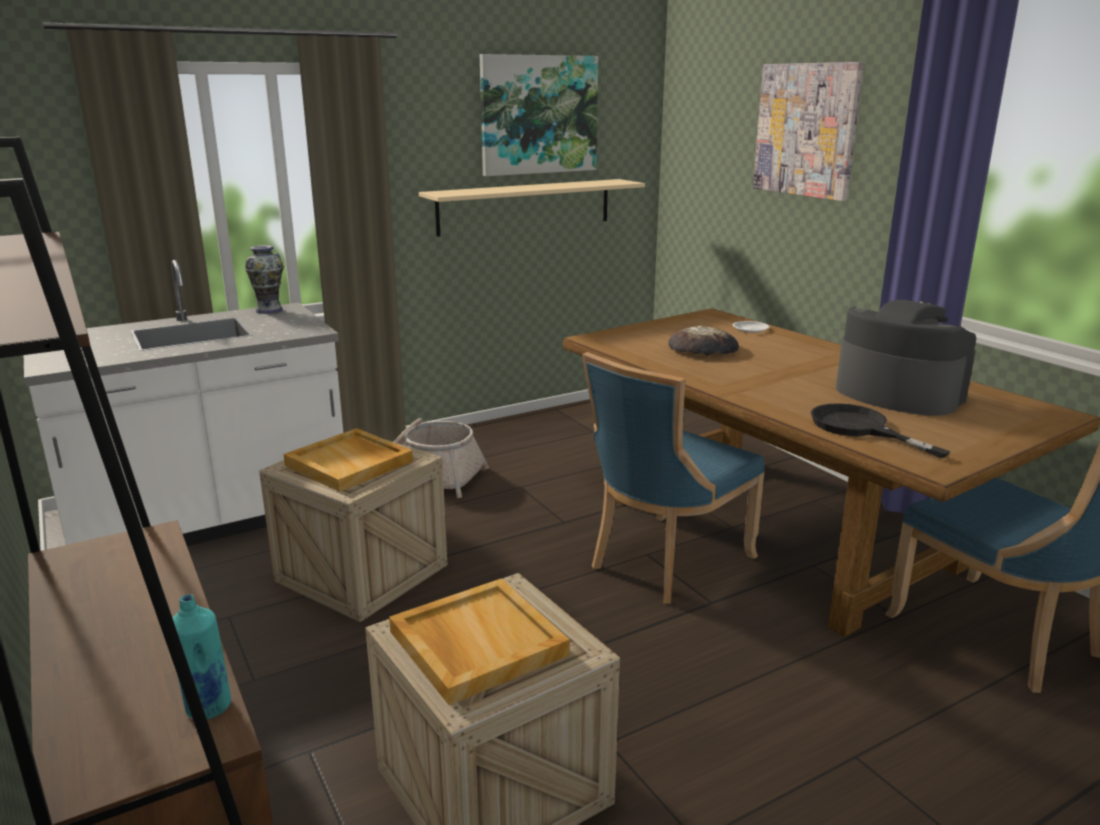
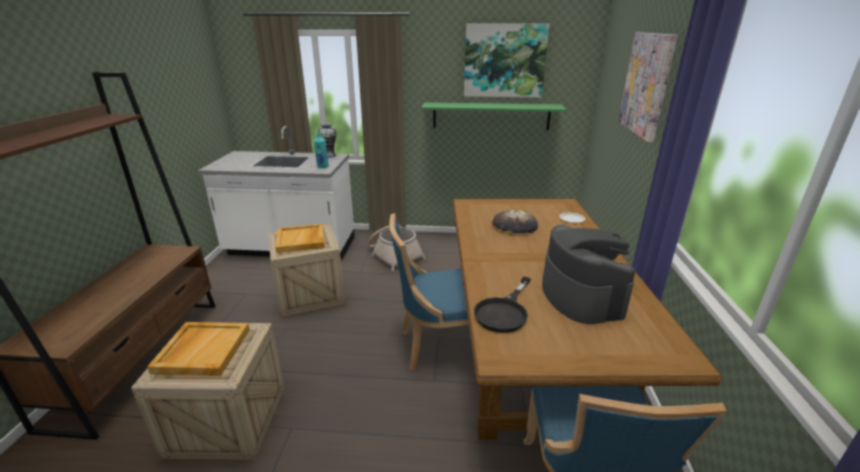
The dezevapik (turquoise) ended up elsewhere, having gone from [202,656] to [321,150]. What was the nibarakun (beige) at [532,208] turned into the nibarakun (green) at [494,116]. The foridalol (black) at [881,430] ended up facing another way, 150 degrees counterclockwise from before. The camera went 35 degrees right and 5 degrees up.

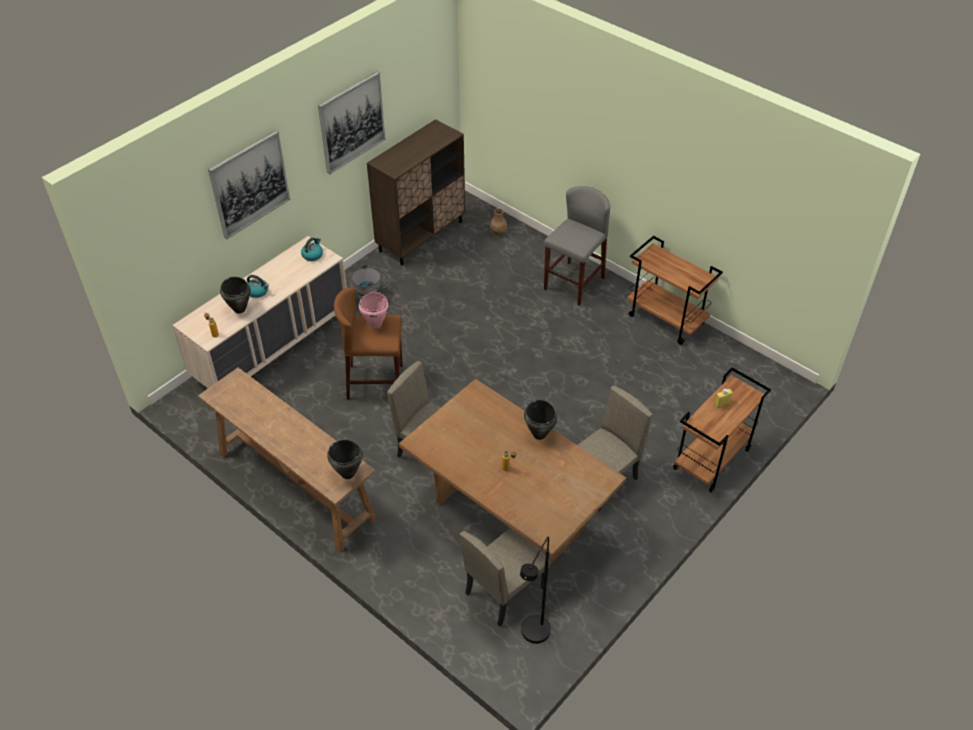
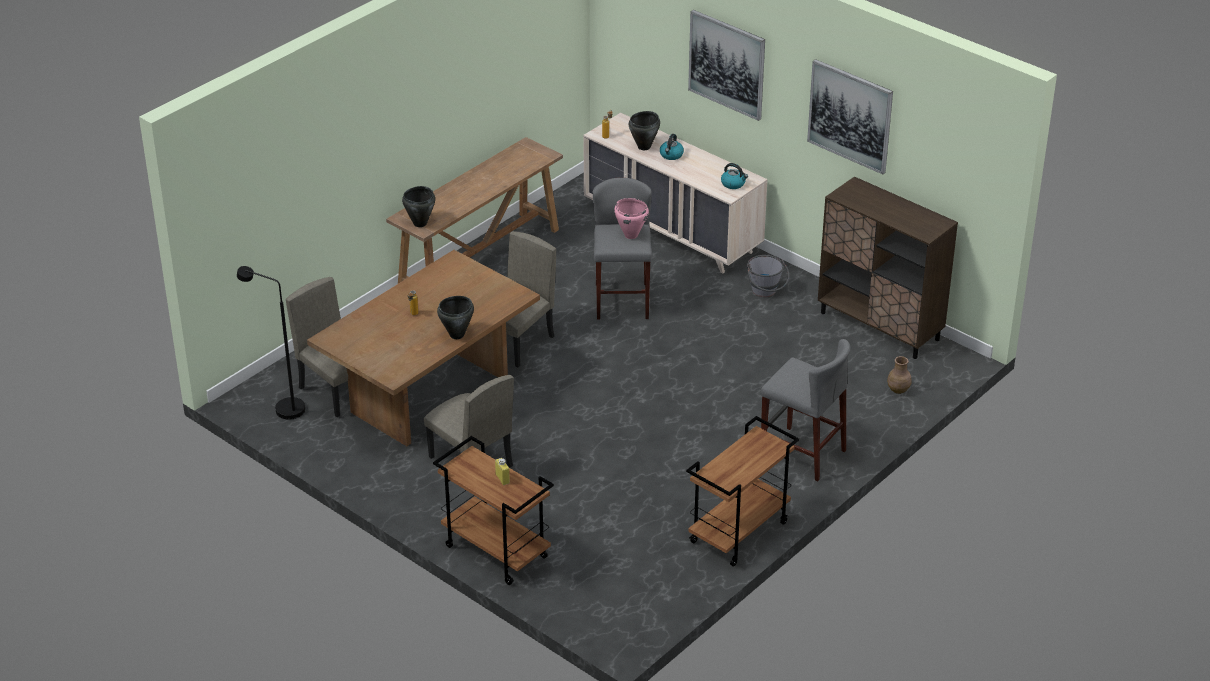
What was the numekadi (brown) at [368,343] turned into the numekadi (grey) at [622,249]. The camera went 90 degrees right and 10 degrees down.

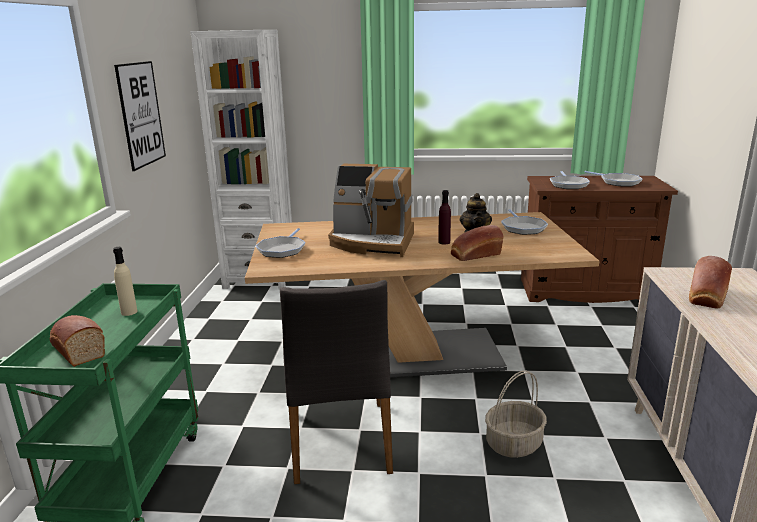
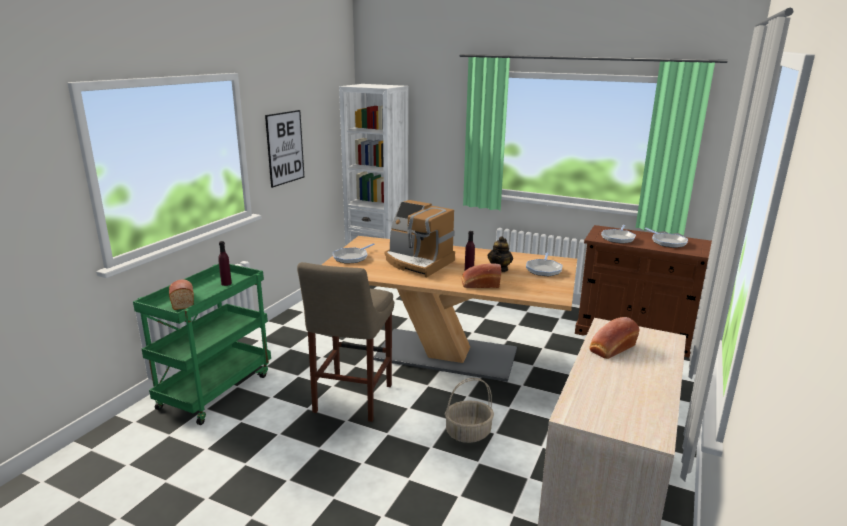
What was the dezevapik (beige) at [125,281] turned into the dezevapik (purple) at [225,263]. Where the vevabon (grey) stood at [336,382], the numekadi (beige) came to stand at [345,342]. The camera went 20 degrees right and 0 degrees up.

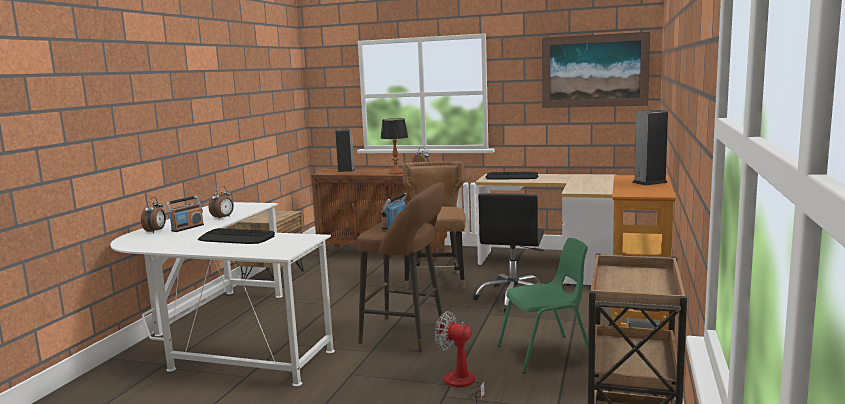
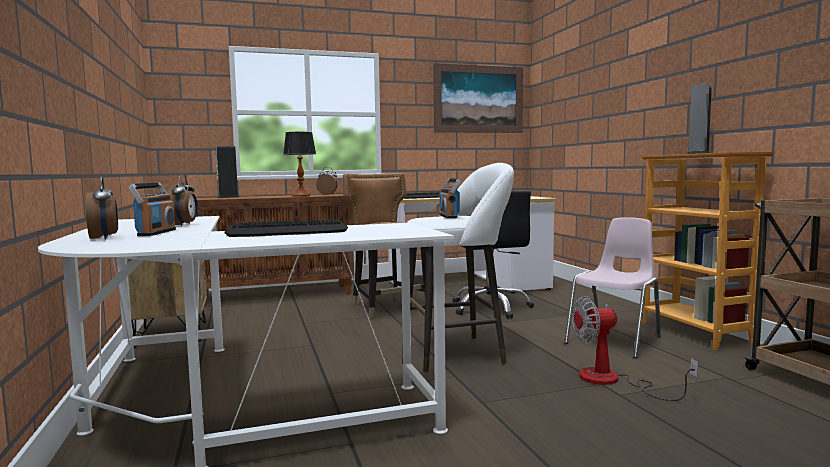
What was the numekadi (brown) at [401,266] turned into the numekadi (white) at [460,267]. What was the vevabon (green) at [543,305] turned into the vevabon (pink) at [612,287]. The camera went 35 degrees left and 5 degrees down.

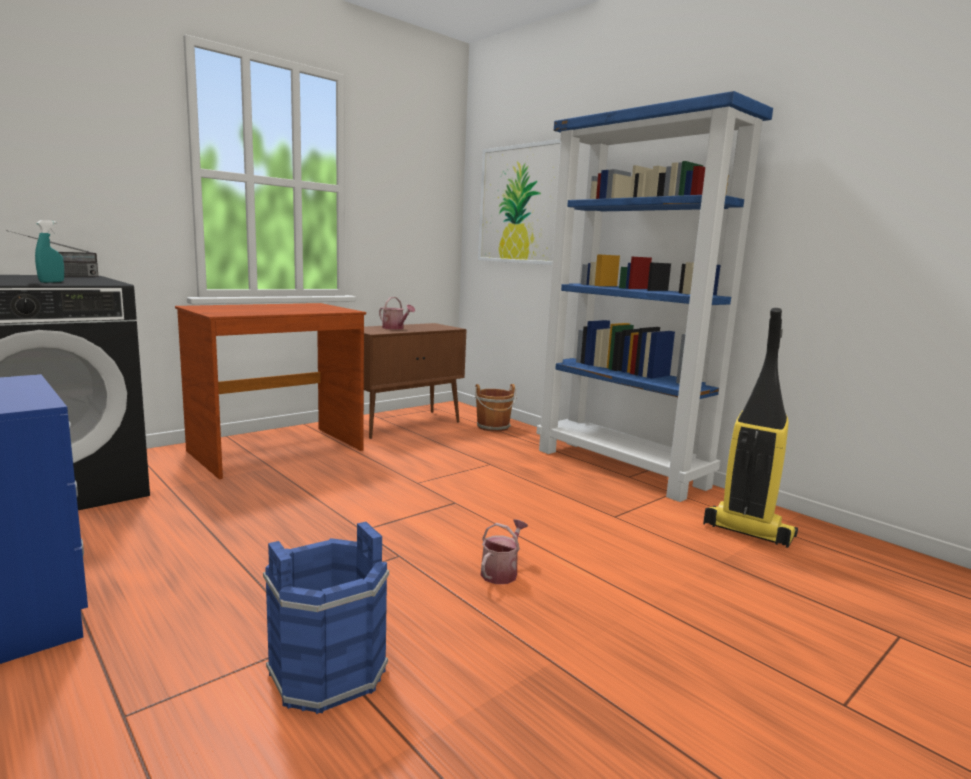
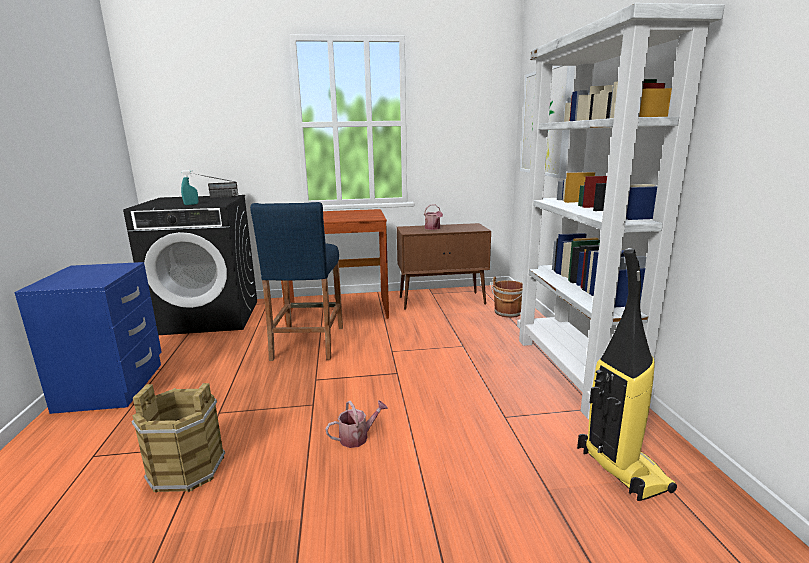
What was the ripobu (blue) at [326,618] turned into the ripobu (brown) at [178,438]. The second view gained the numekadi (blue) at [296,281]. What was the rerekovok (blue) at [654,296] turned into the rerekovok (white) at [621,211]. The camera went 35 degrees right and 5 degrees up.

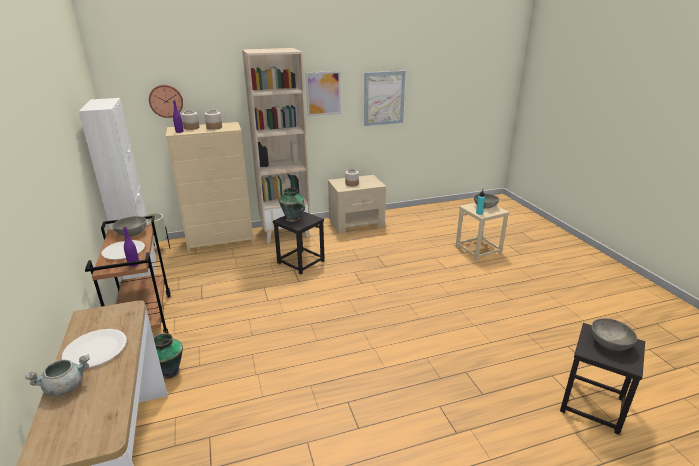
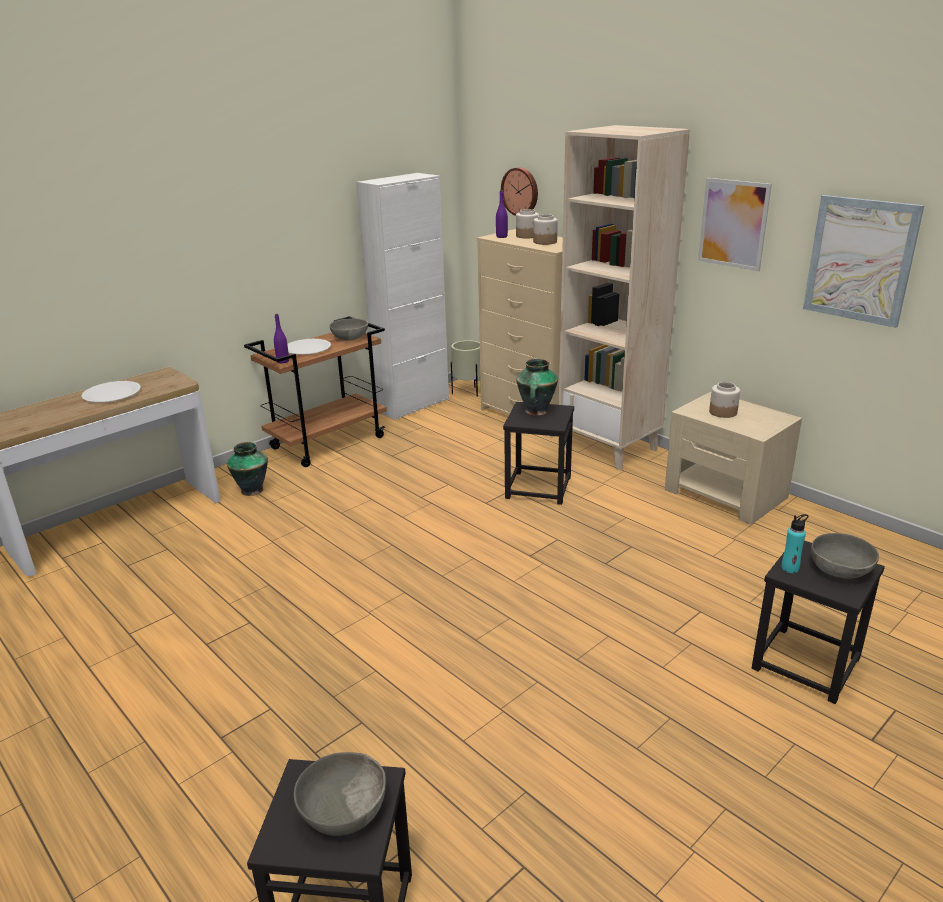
What was the numekadi (beige) at [483,232] turned into the numekadi (black) at [818,622]. The second view lost the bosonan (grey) at [57,375]. The camera went 65 degrees right and 0 degrees up.

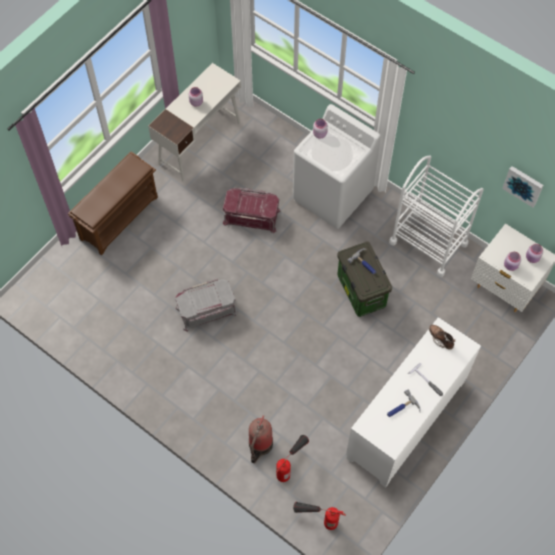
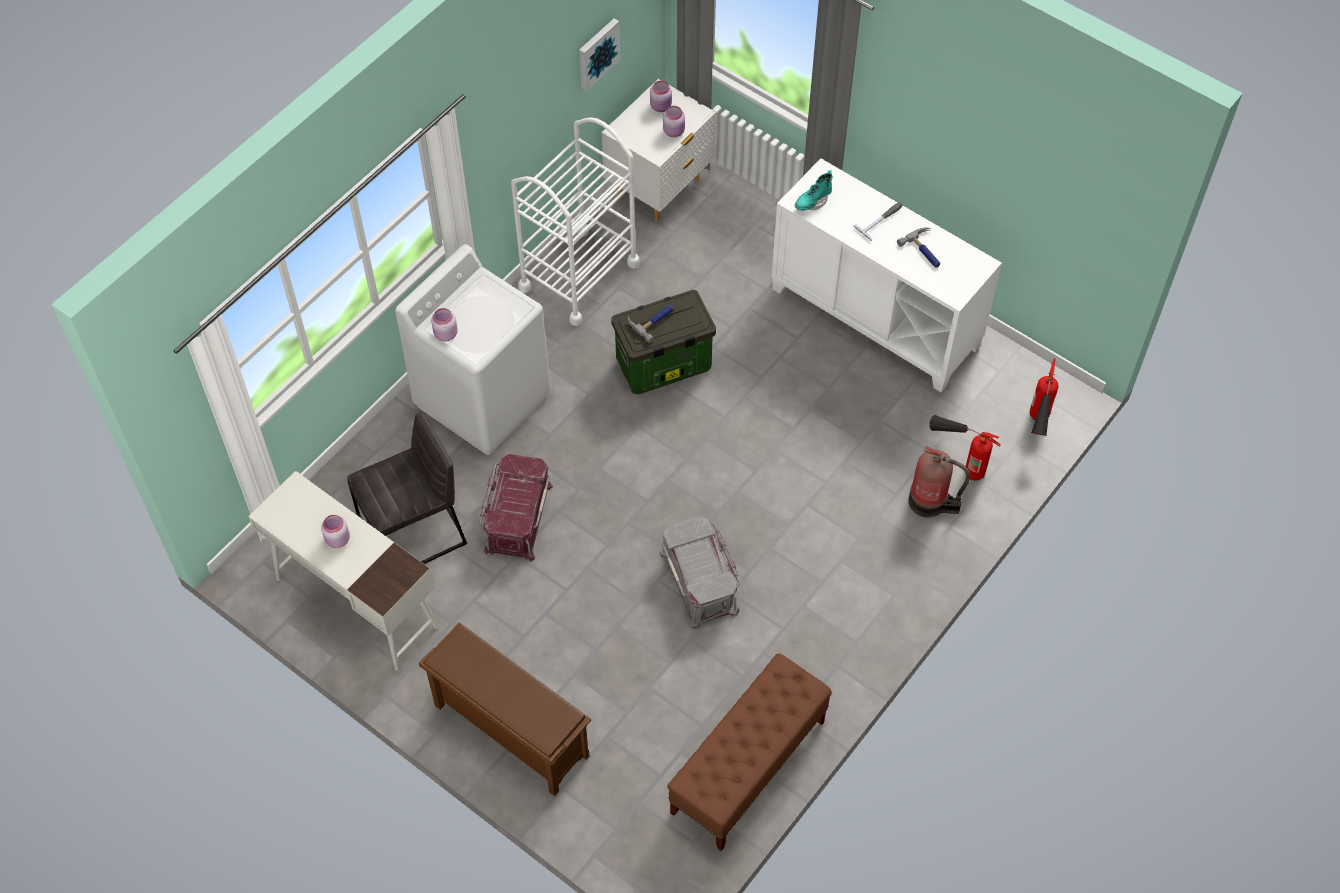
The second view gained the numekadi (grey) at [407,488]. The second view gained the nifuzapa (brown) at [749,752]. What was the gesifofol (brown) at [442,337] turned into the gesifofol (turquoise) at [814,190]. The camera went 90 degrees left and 5 degrees down.

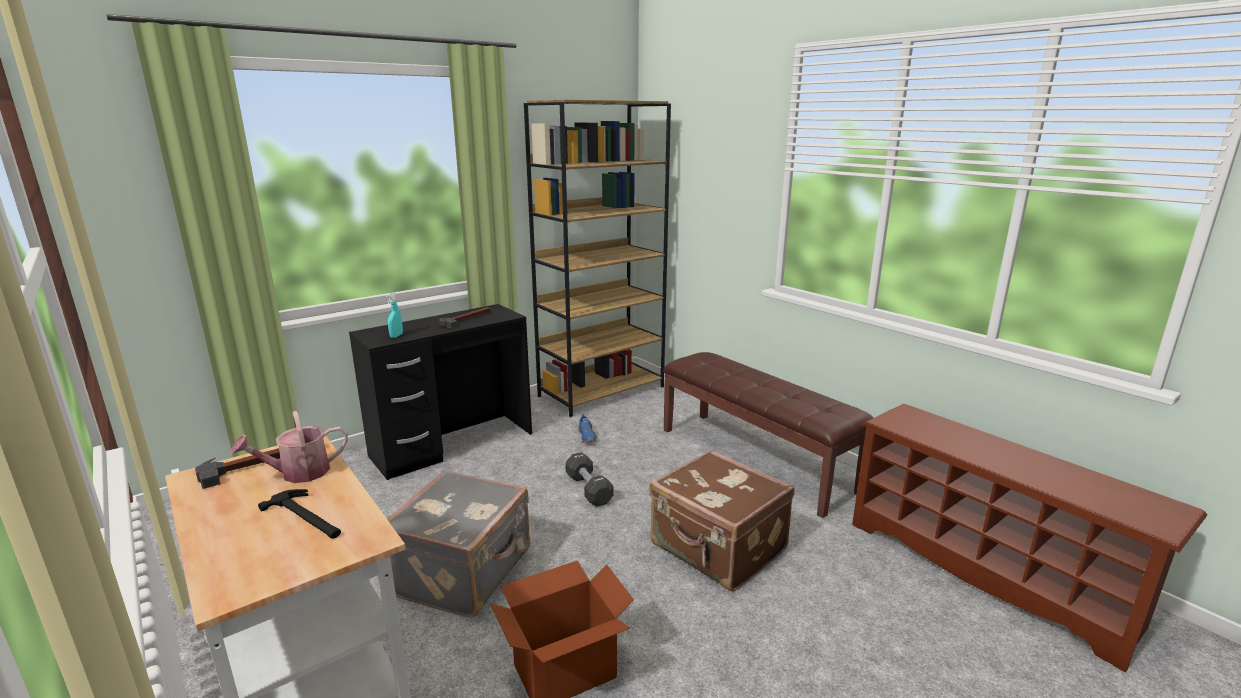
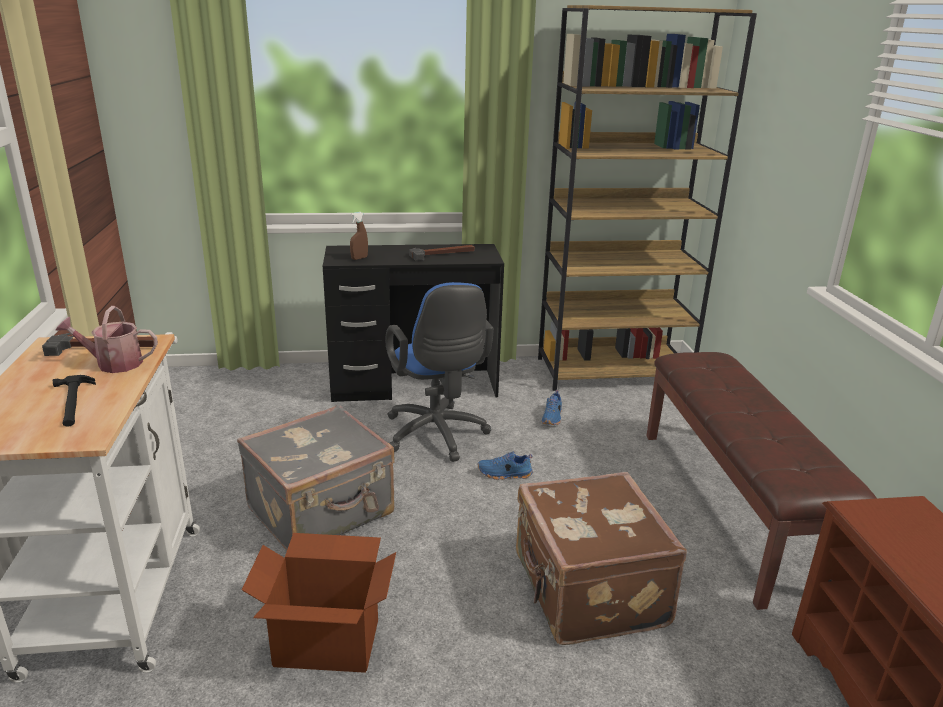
What was the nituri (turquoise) at [394,315] turned into the nituri (brown) at [359,236]. The second view gained the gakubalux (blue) at [439,372]. Where the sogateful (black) stood at [589,479], the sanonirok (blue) came to stand at [505,465]. The camera went 30 degrees right and 5 degrees up.

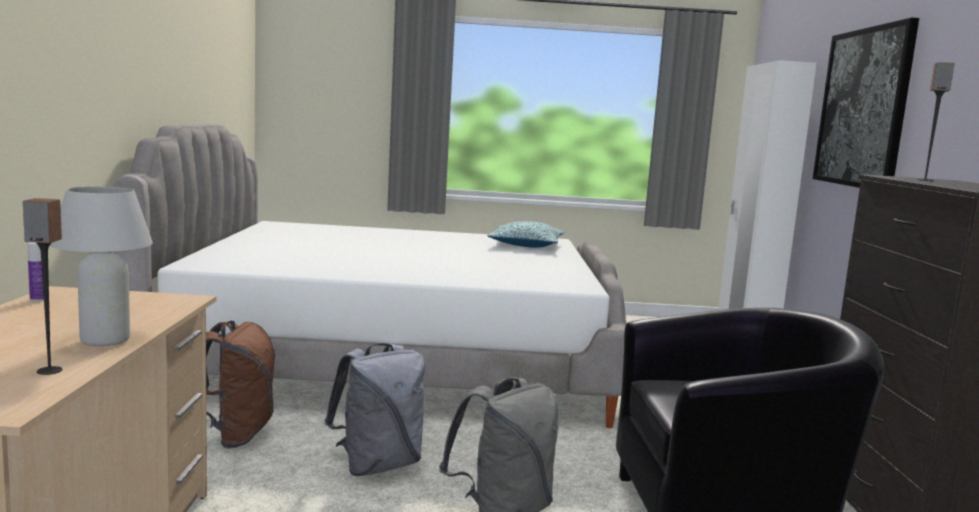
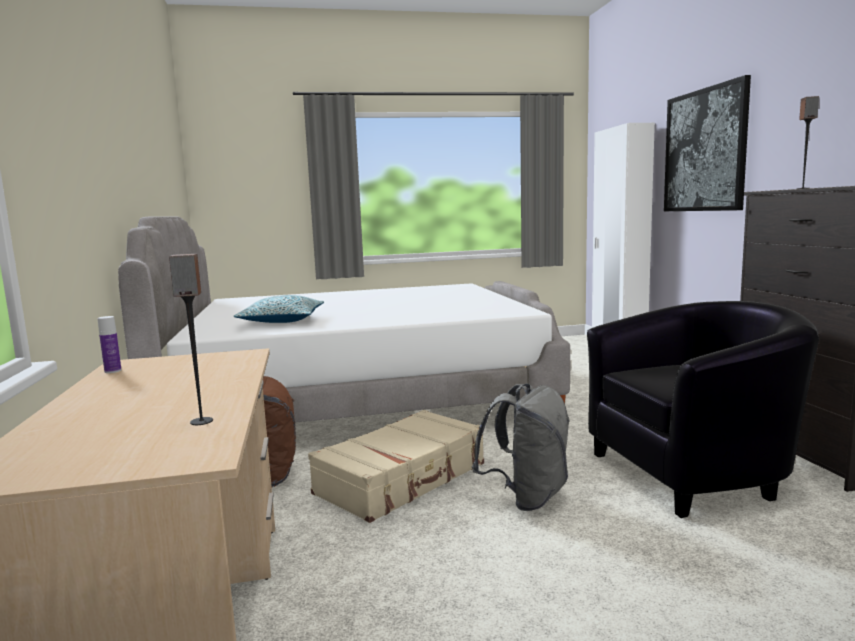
The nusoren ended up elsewhere, having gone from [525,234] to [279,309]. Where the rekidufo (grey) stood at [374,409], the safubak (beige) came to stand at [396,466]. The second view lost the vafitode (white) at [101,266]. The camera went 10 degrees left and 0 degrees up.

